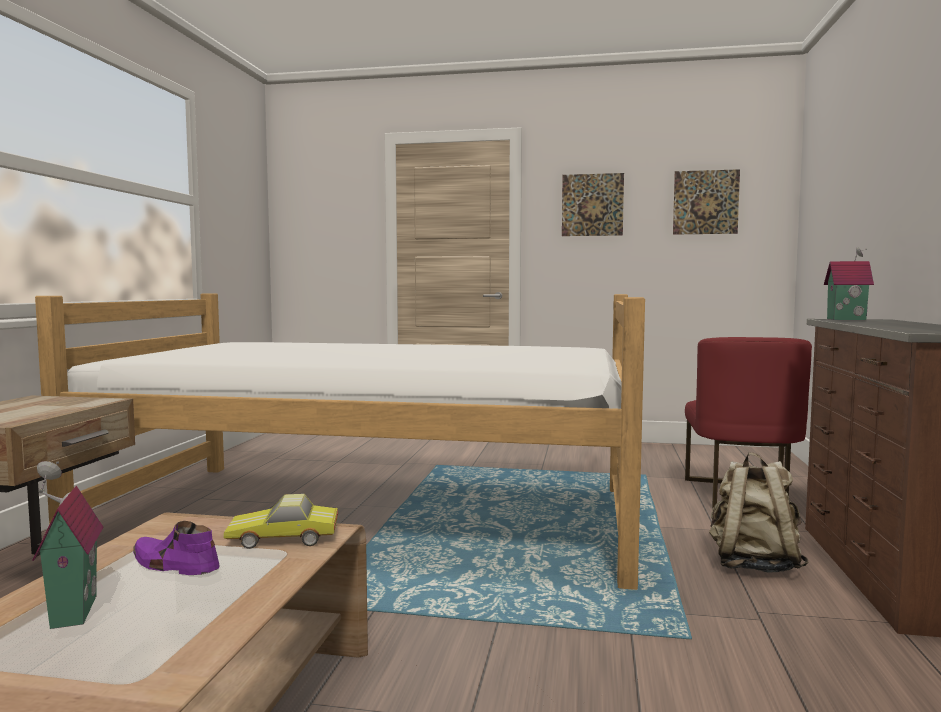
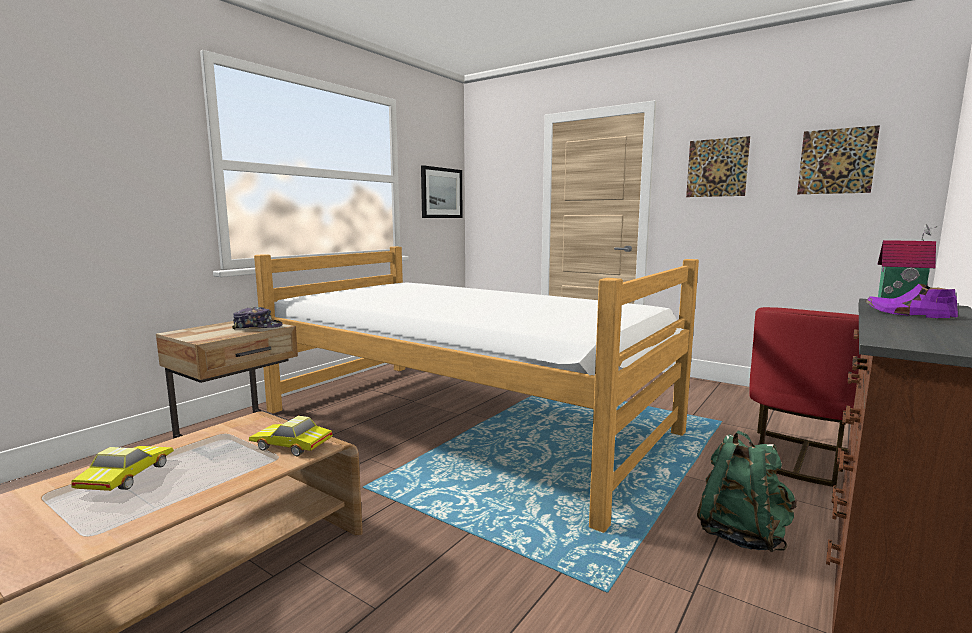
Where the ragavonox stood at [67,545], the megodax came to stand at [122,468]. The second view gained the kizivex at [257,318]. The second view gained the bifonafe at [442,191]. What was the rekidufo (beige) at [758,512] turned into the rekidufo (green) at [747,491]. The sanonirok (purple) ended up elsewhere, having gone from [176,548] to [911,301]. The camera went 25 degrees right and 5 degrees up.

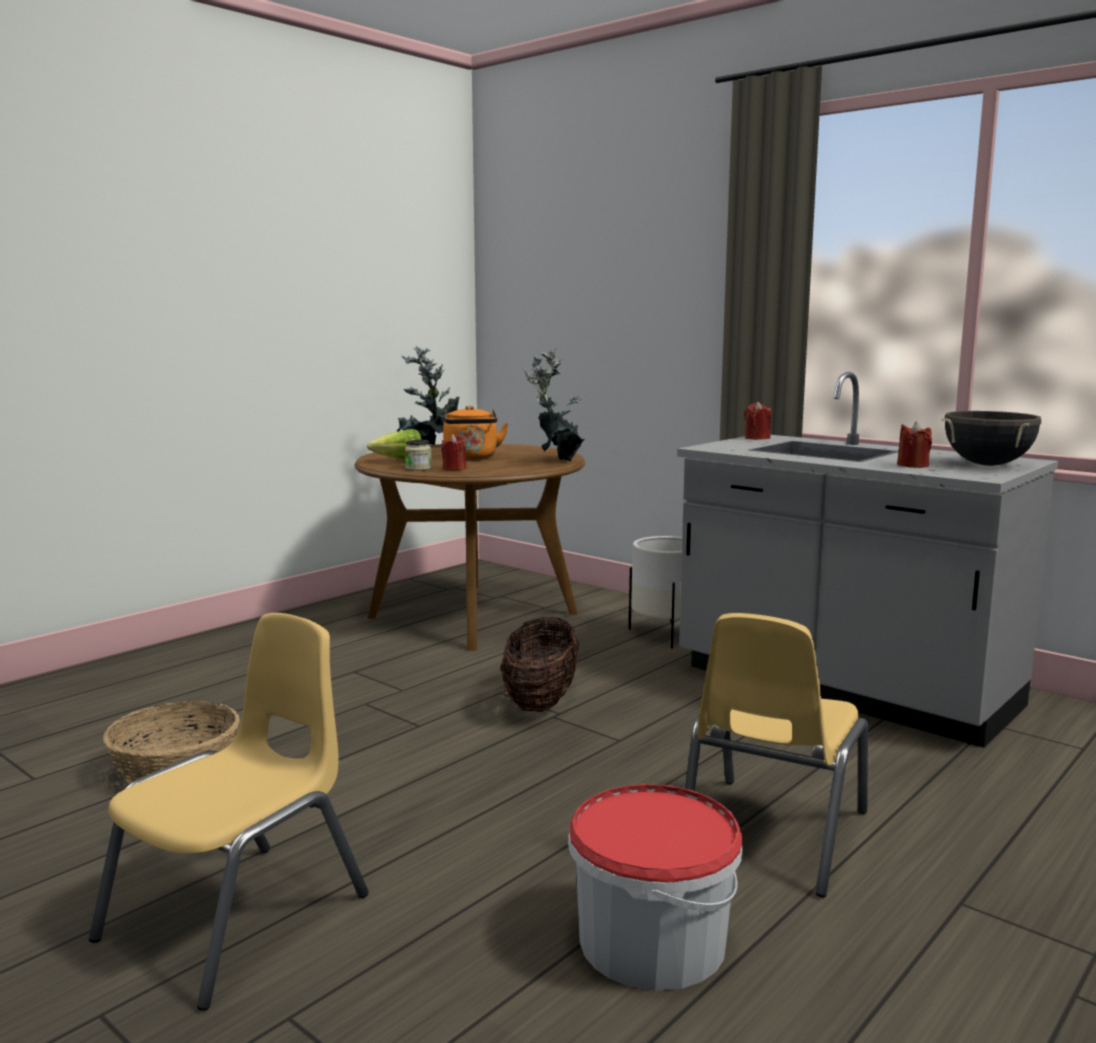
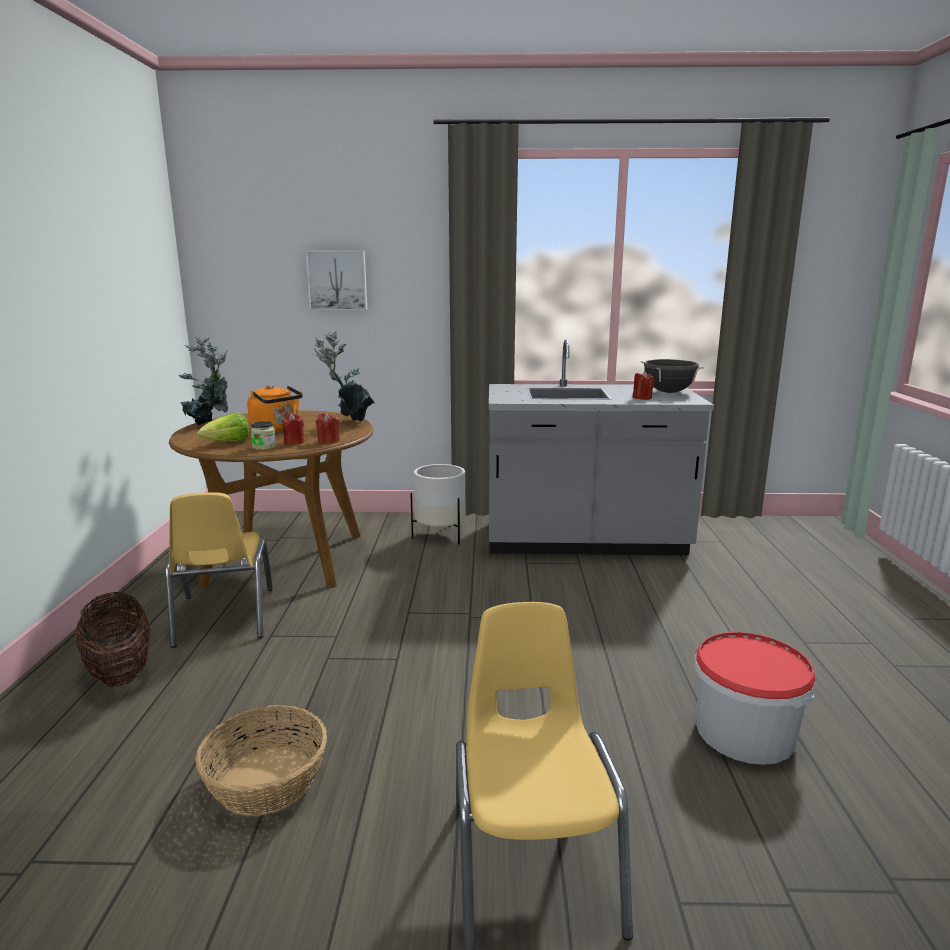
The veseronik ended up elsewhere, having gone from [539,664] to [112,639]. The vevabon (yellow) ended up elsewhere, having gone from [776,755] to [219,570]. The second view gained the bifonafe at [336,280]. The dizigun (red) ended up elsewhere, having gone from [758,421] to [328,428]. The camera went 40 degrees left and 5 degrees up.

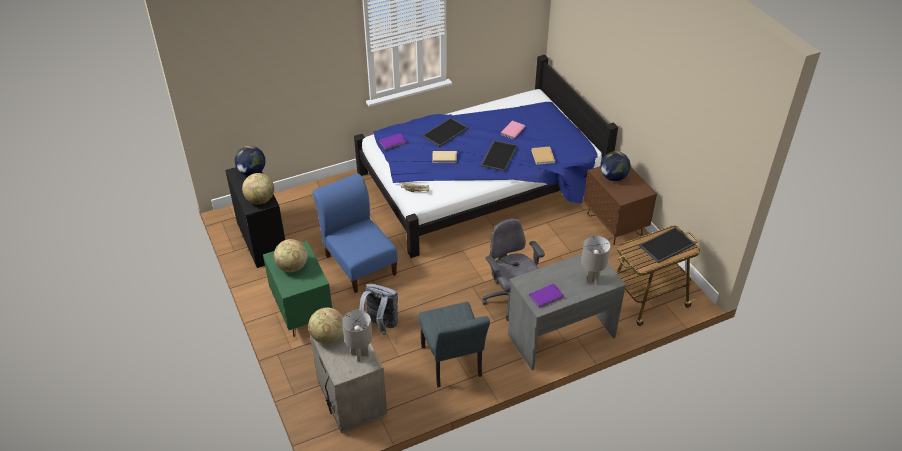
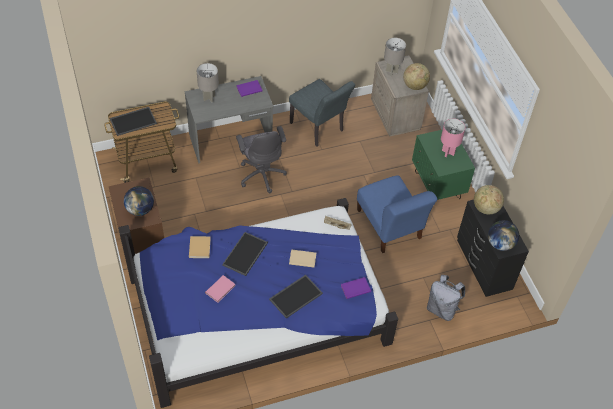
The vevabon (grey) at [454,344] ended up facing another way, 150 degrees clockwise from before. The rekidufo (grey) ended up elsewhere, having gone from [378,309] to [446,298]. Where the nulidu stood at [290,255], the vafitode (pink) came to stand at [453,137]. The camera went 175 degrees left and 10 degrees up.

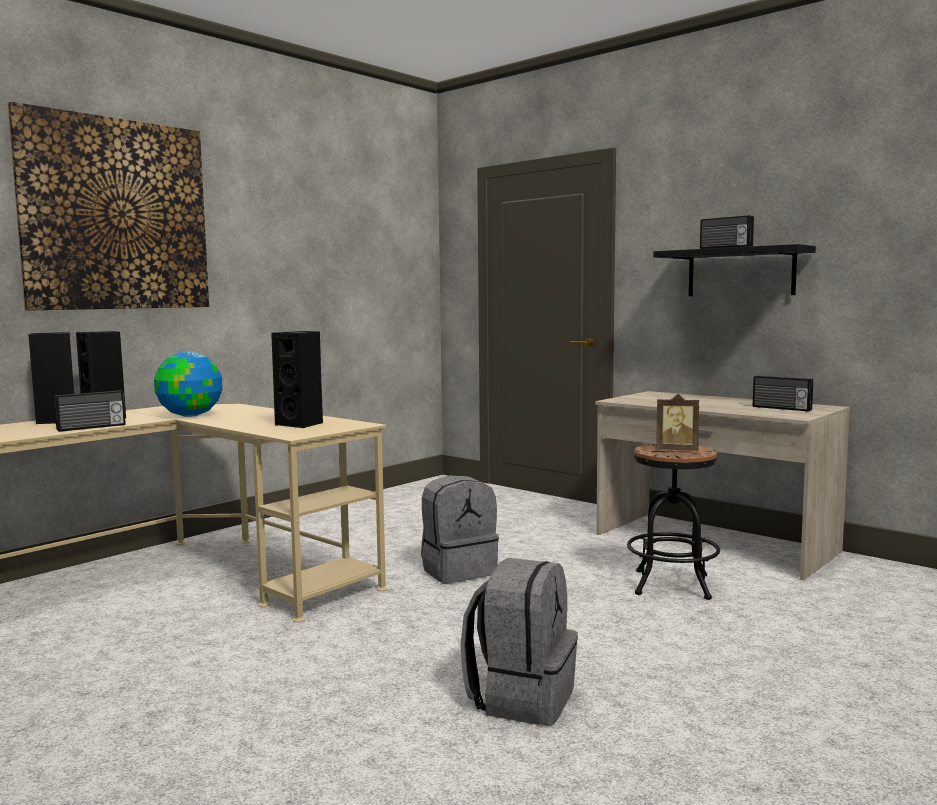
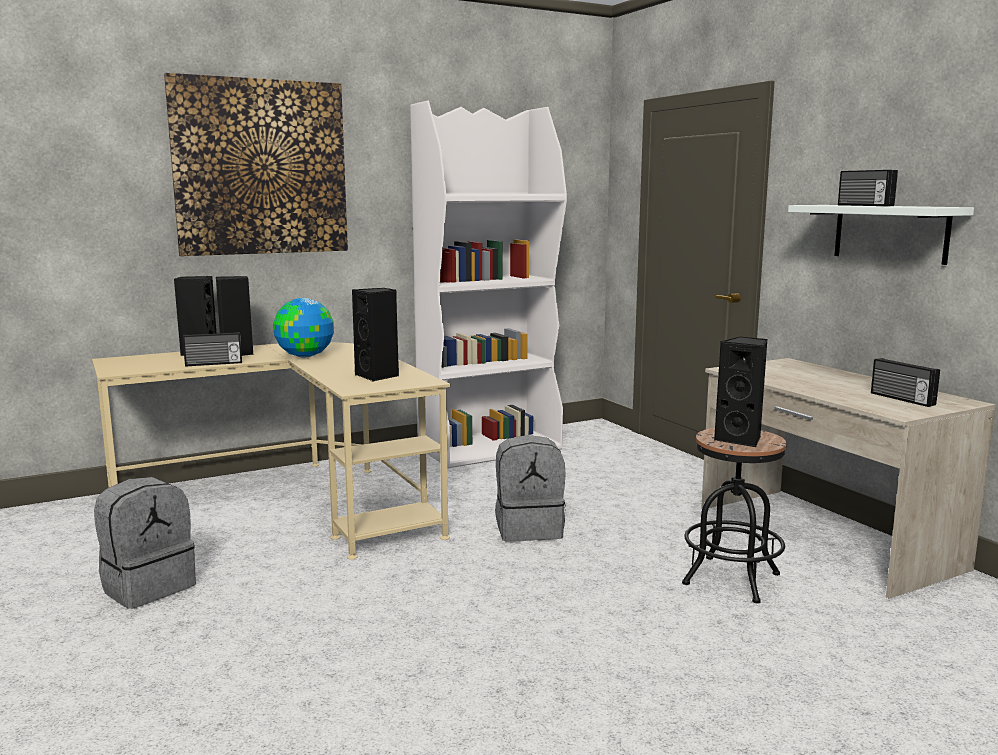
The rekidufo (grey) ended up elsewhere, having gone from [519,642] to [145,543]. The second view gained the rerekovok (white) at [488,284]. Where the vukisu stood at [677,422], the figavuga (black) came to stand at [741,392]. What was the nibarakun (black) at [734,270] turned into the nibarakun (white) at [881,235]. The camera went 20 degrees right and 5 degrees up.

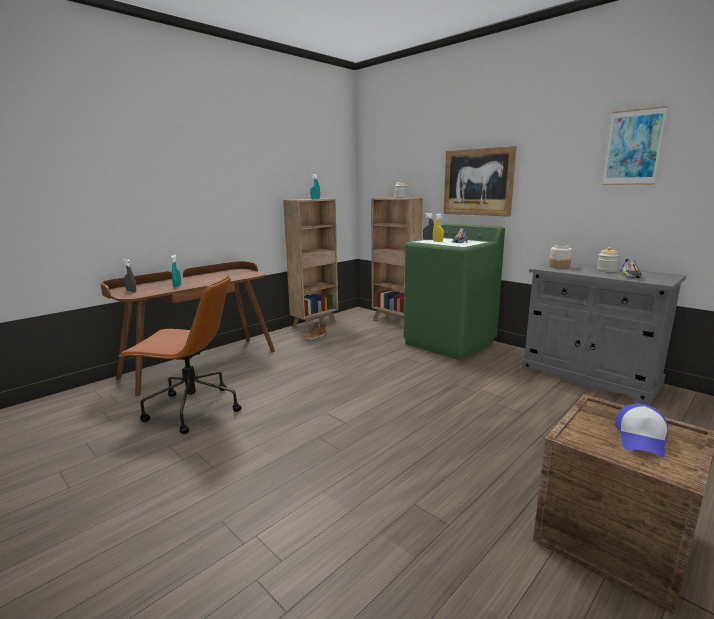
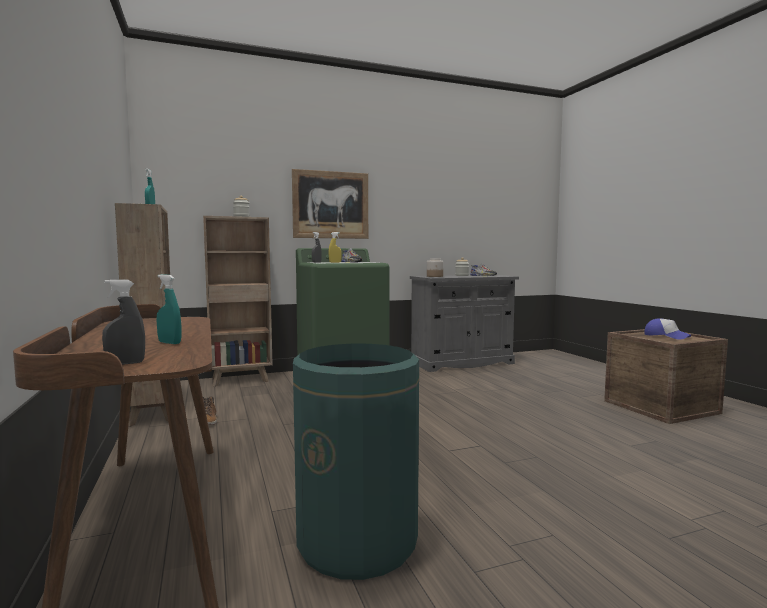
Where the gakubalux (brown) stood at [180,354], the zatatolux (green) came to stand at [356,462]. The second view lost the bifonafe at [635,145]. The camera went 65 degrees left and 10 degrees down.

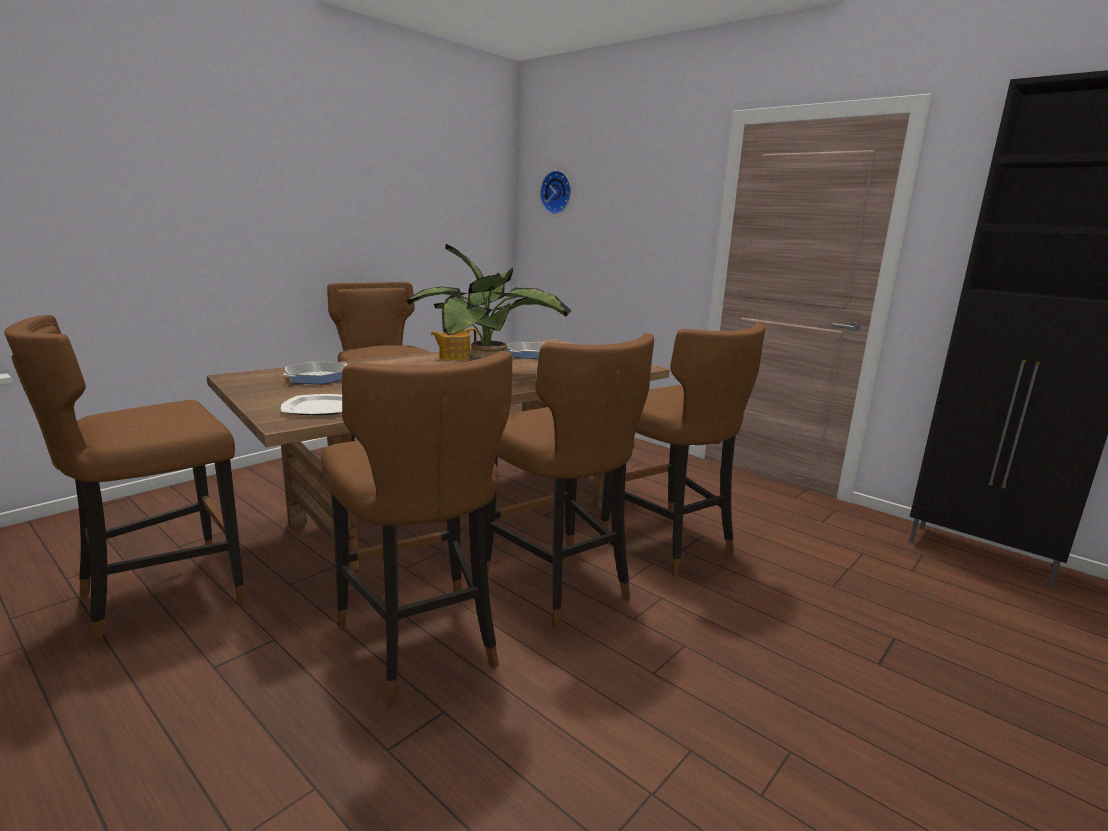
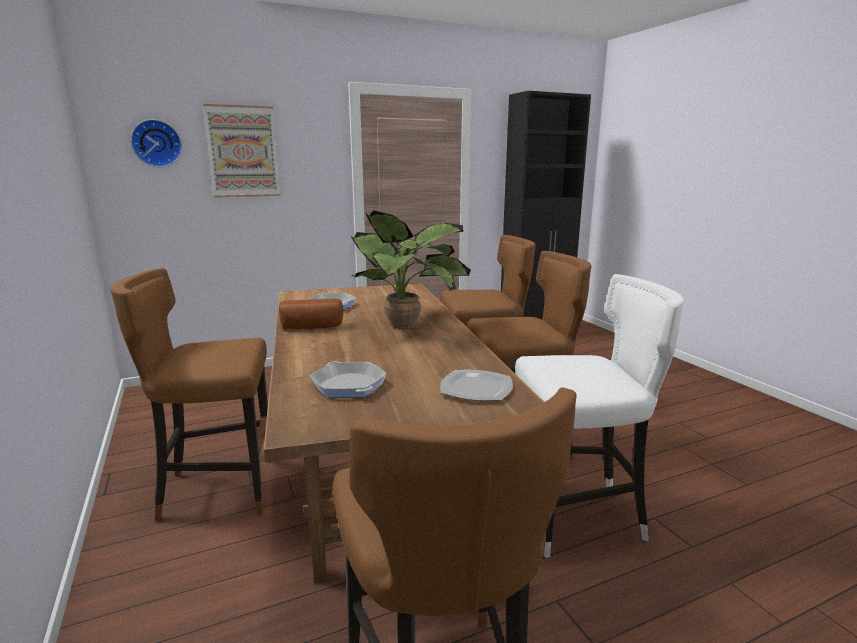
The second view gained the bifonafe at [241,151]. Where the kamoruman stood at [454,344], the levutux came to stand at [311,314]. What was the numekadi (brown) at [417,527] turned into the numekadi (white) at [599,416]. The camera went 65 degrees left and 0 degrees up.

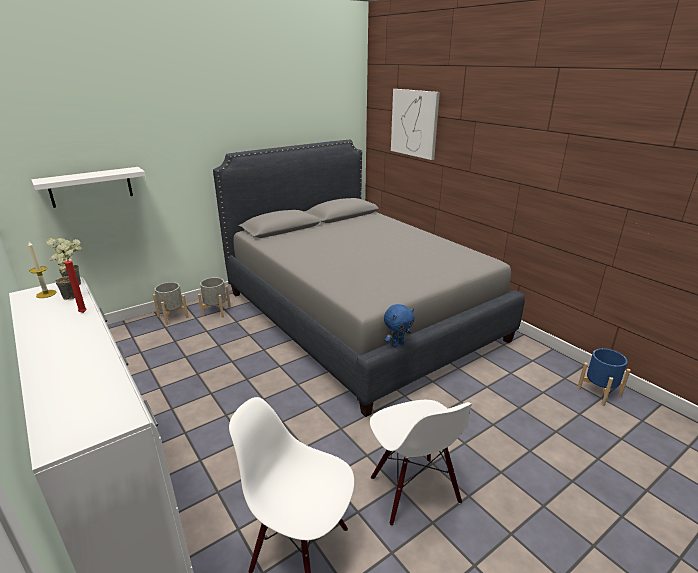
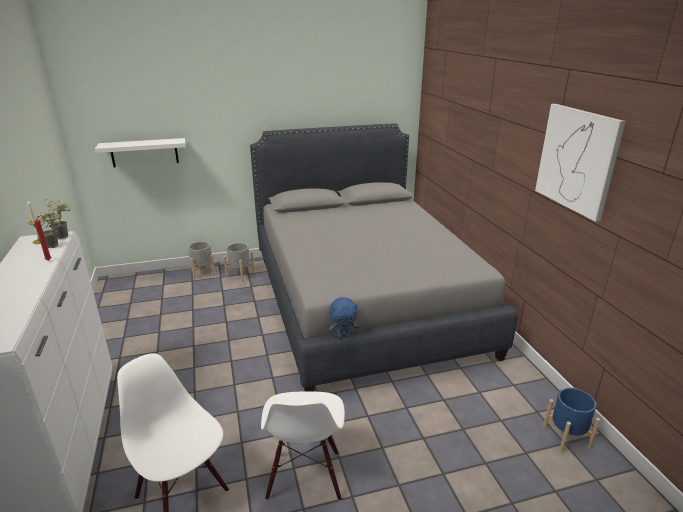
The bifonafe ended up elsewhere, having gone from [415,124] to [580,163]. The camera went 20 degrees right and 0 degrees up.

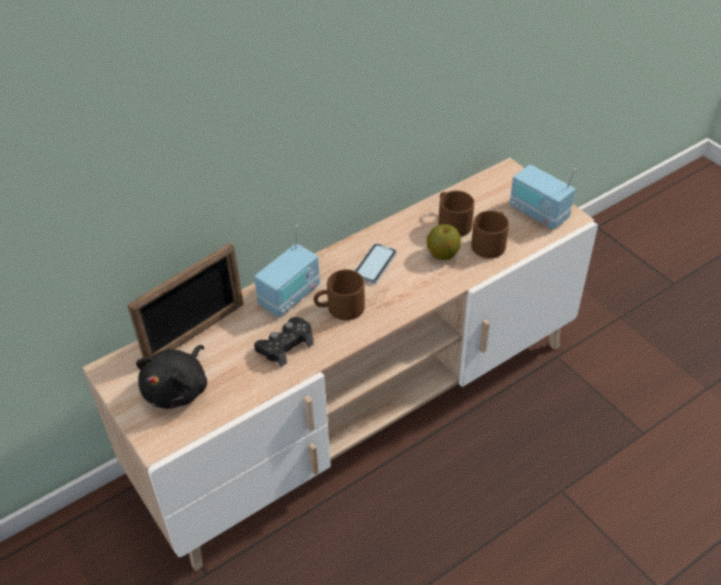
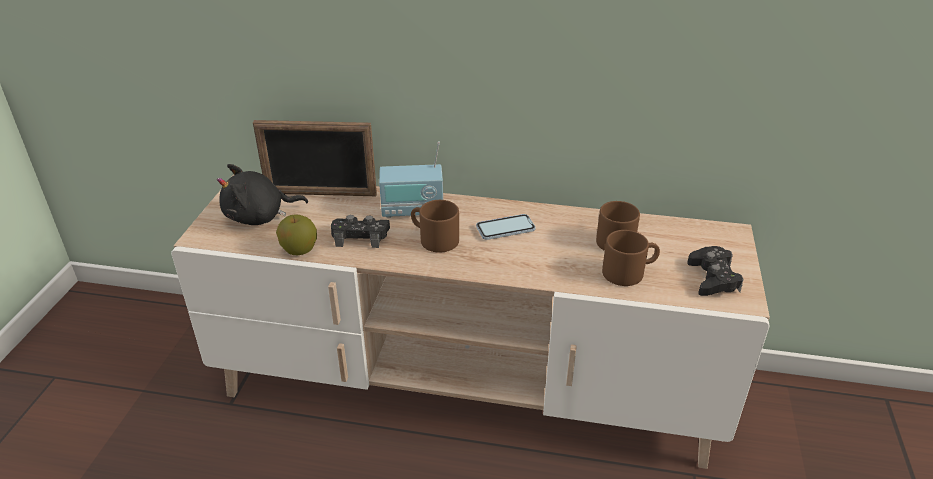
The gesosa ended up elsewhere, having gone from [444,242] to [296,234]. Where the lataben stood at [543,197], the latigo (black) came to stand at [715,271]. The camera went 45 degrees right and 10 degrees down.

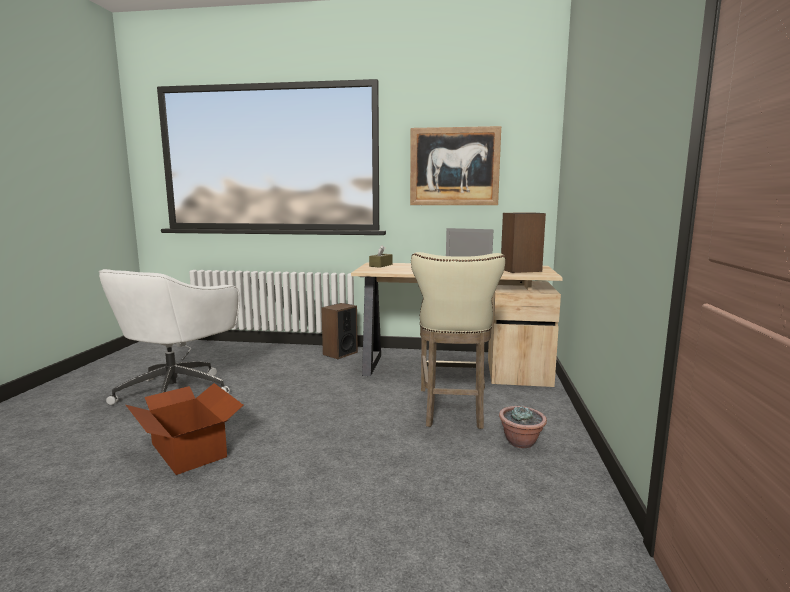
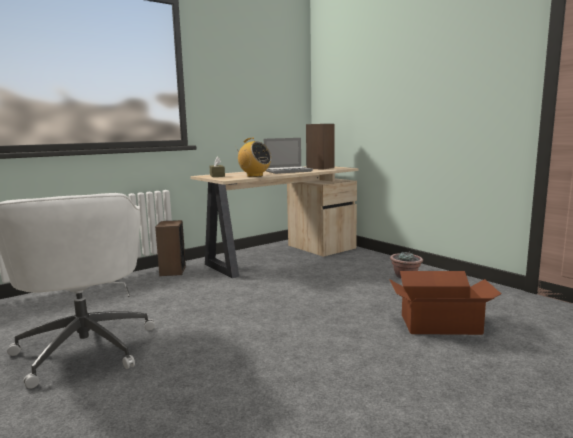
The second view gained the lataben at [253,157]. The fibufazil ended up elsewhere, having gone from [184,429] to [445,303]. The second view lost the bifonafe at [455,165]. The second view lost the numekadi (beige) at [458,340]. The camera went 45 degrees left and 0 degrees up.

